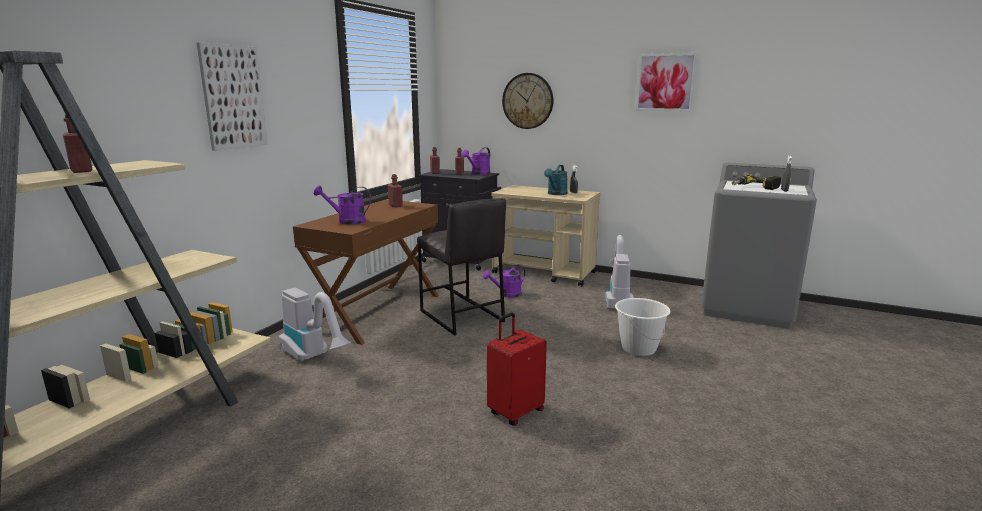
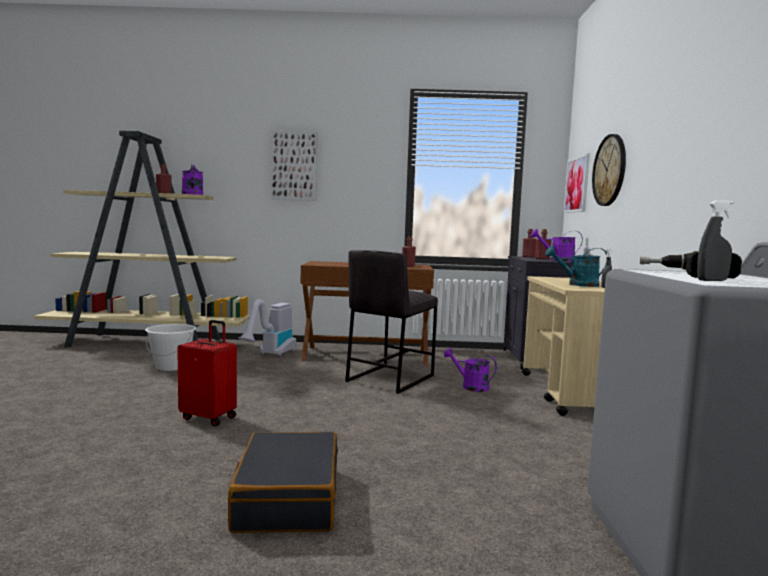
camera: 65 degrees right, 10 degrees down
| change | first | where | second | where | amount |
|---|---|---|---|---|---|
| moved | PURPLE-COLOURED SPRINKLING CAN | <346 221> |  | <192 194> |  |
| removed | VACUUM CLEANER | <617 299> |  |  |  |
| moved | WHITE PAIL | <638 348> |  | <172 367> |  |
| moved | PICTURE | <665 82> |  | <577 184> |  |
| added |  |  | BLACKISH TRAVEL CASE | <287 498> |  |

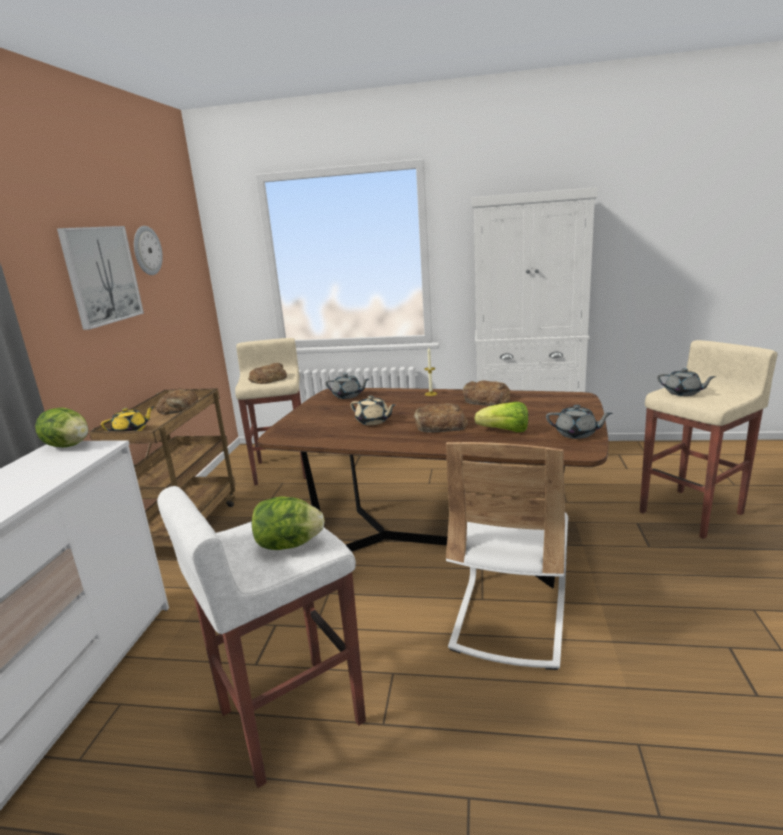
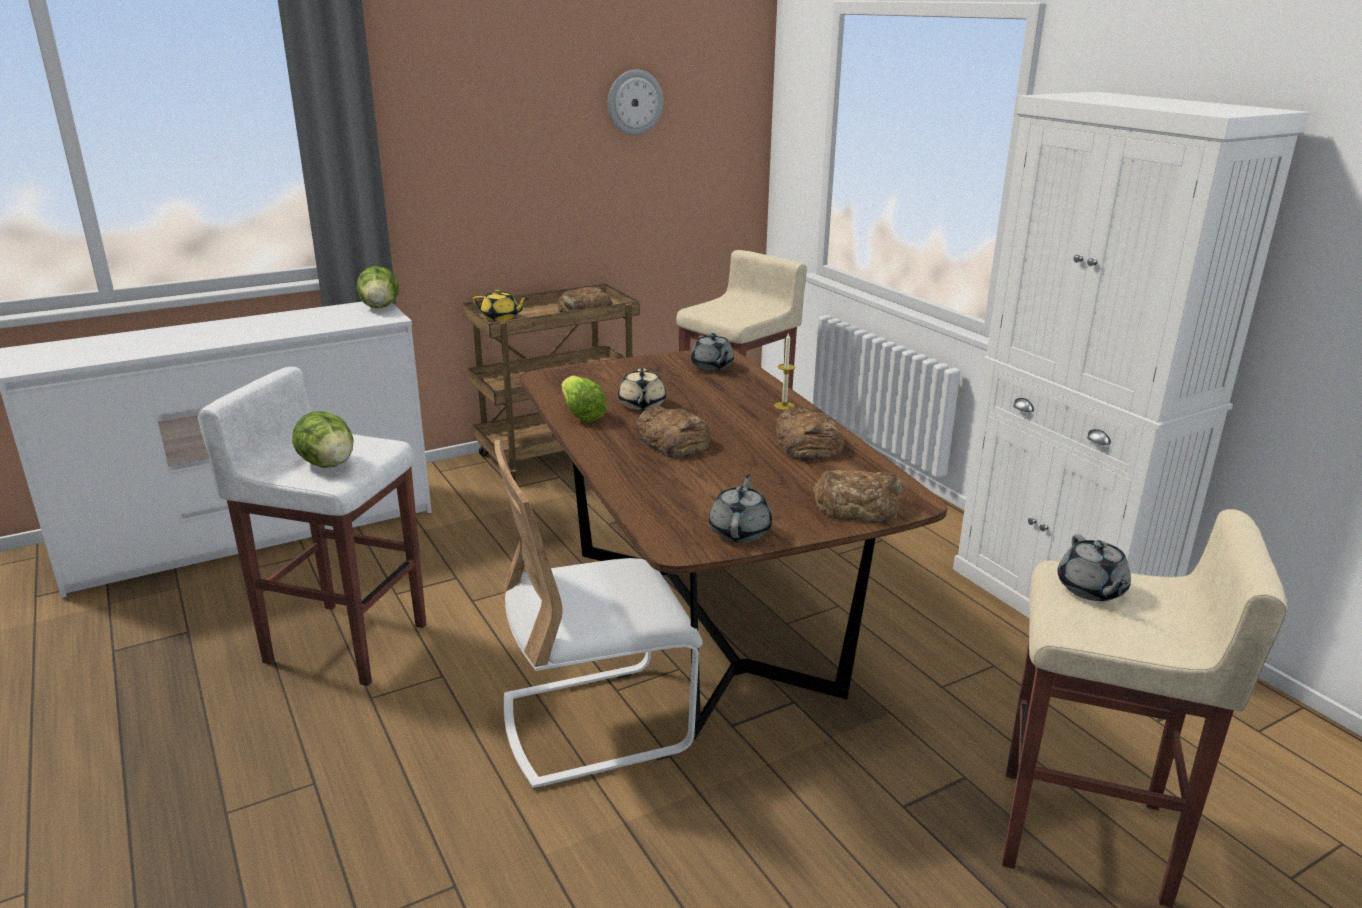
camera: 50 degrees right, 5 degrees up
| change | first | where | second | where | amount |
|---|---|---|---|---|---|
| removed | PICTURE | <101 275> |  |  |  |
| moved | BAKED BREAD | <269 379> |  | <857 505> |  |
| moved | LETTUCE HEAD | <505 431> |  | <581 414> |  |
| turned | GREYISH TEA POT | <576 434> |  | <740 531> | 150 degrees counterclockwise |

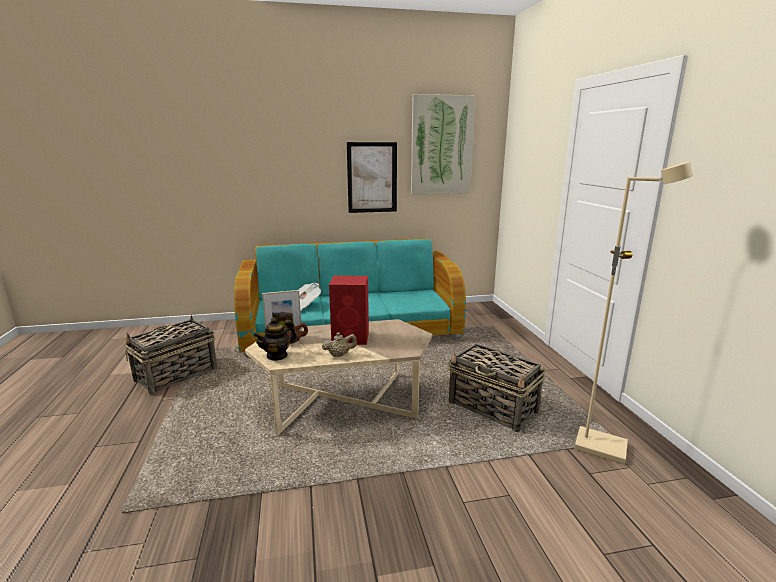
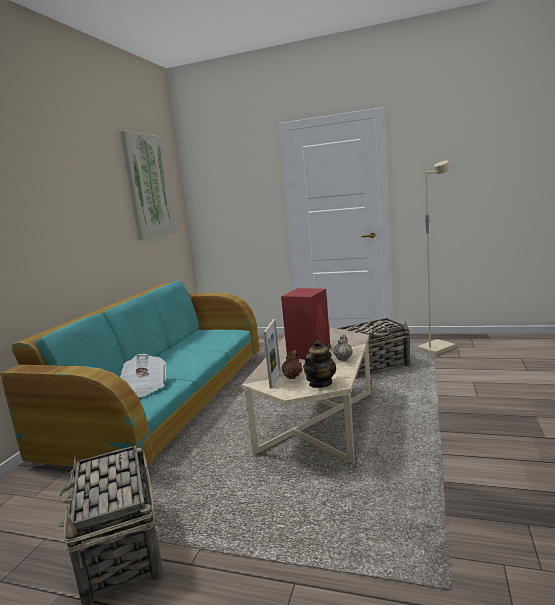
camera: 60 degrees left, 5 degrees down
| change | first | where | second | where | amount |
|---|---|---|---|---|---|
| turned | TEA POT | <277 356> |  | <320 384> | 135 degrees counterclockwise |
| removed | PICTURE | <372 177> |  |  |  |

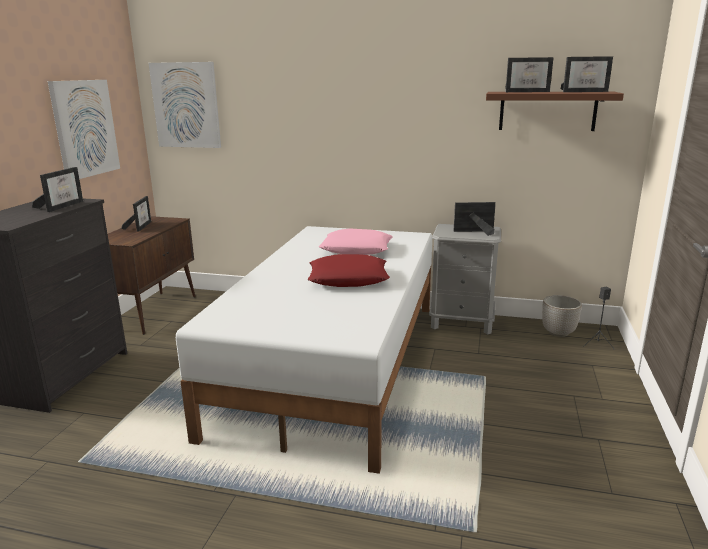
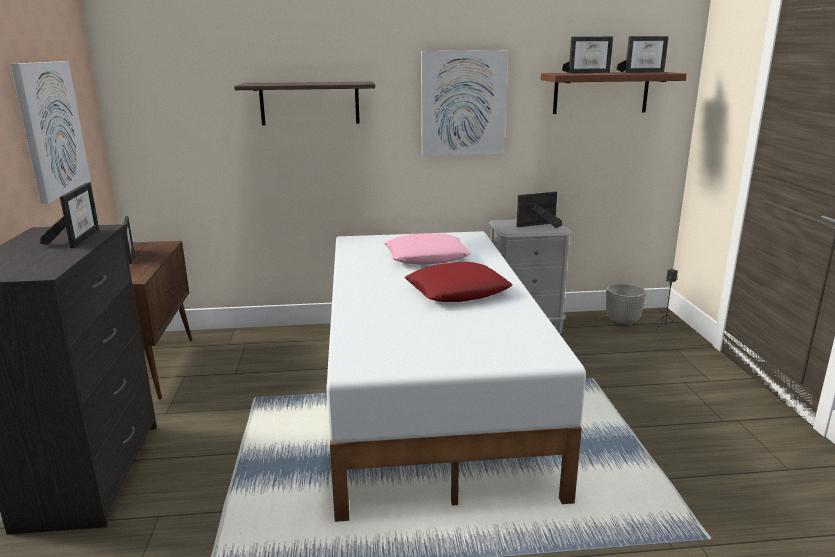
camera: 20 degrees left, 0 degrees up
| change | first | where | second | where | amount |
|---|---|---|---|---|---|
| moved | PICTURE | <186 105> |  | <463 103> |  |
| added |  |  | BRACKET SHELF | <309 103> |  |

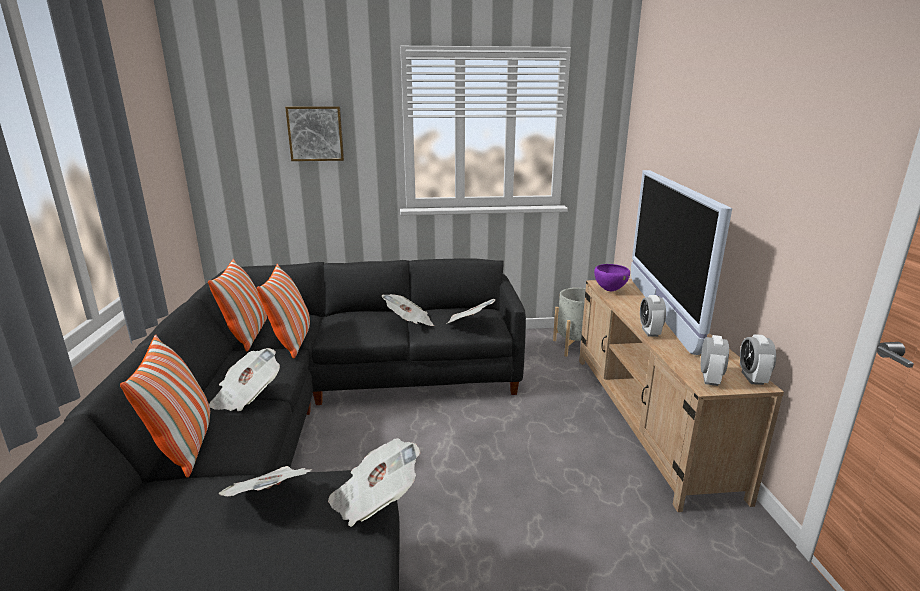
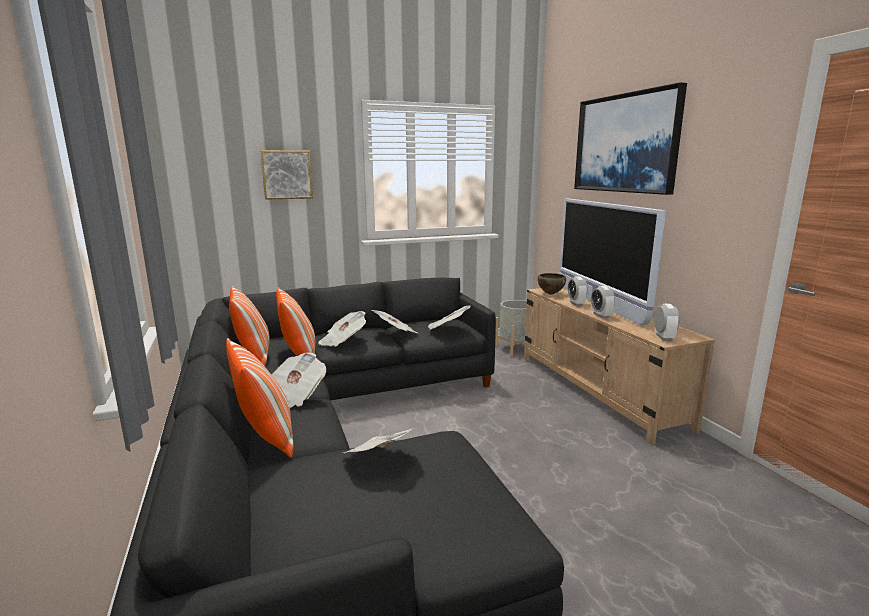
camera: 15 degrees left, 5 degrees down
| change | first | where | second | where | amount |
|---|---|---|---|---|---|
| moved | NEWSPAPER | <374 499> |  | <343 341> |  |
| recoloured | PURPLE-COLOURED DEEP DISH | <609 290> | BROWN DEEP DISH | <550 294> |  |
| moved | TABLE CLOCK | <752 378> |  | <576 304> |  |
| added |  |  | PICTURE | <625 143> |  |

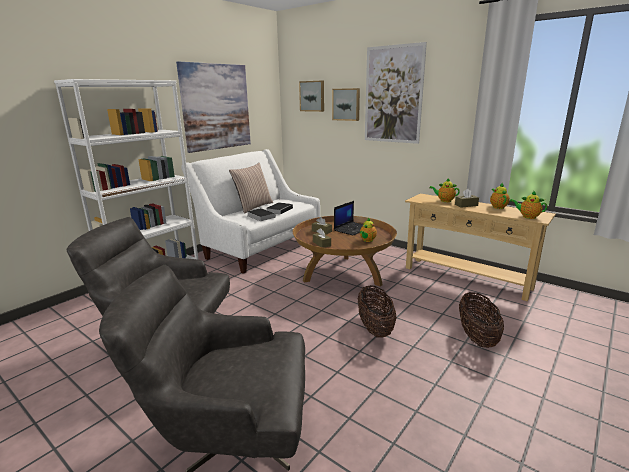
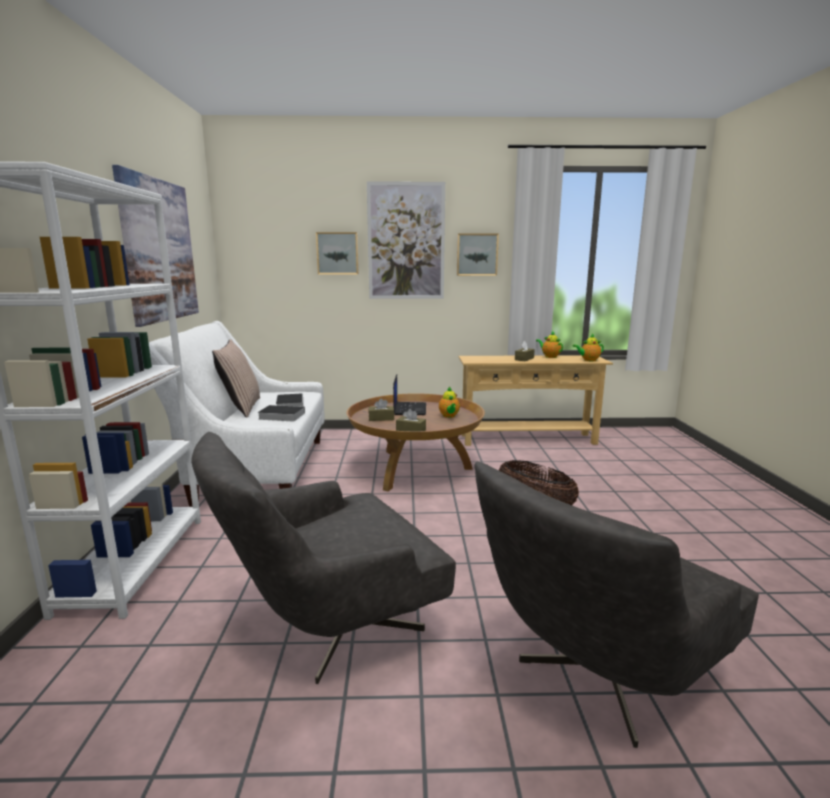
camera: 40 degrees left, 5 degrees down
| change | first | where | second | where | amount |
|---|---|---|---|---|---|
| moved | PICTURE | <312 96> |  | <477 254> |  |
| removed | TEA POT | <444 201> |  |  |  |
| removed | HOUSEHOLD BASKET | <477 337> |  |  |  |

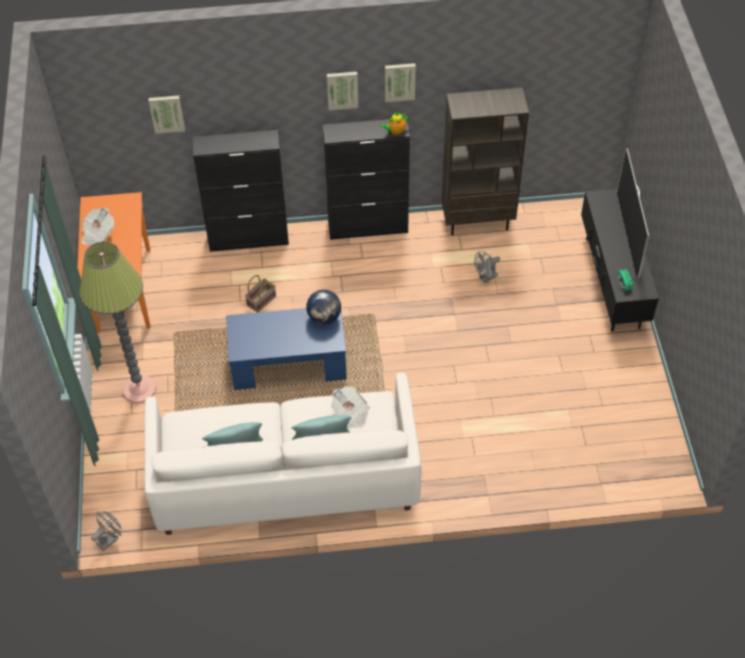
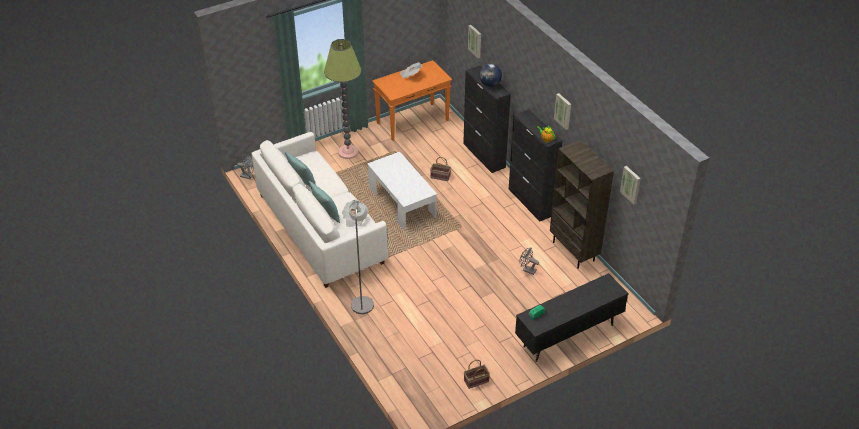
camera: 65 degrees right, 10 degrees down
| change | first | where | second | where | amount |
|---|---|---|---|---|---|
| recoloured | BLUE COFFEE TABLE | <288 362> | WHITE COFFEE TABLE | <402 203> |  |
| moved | GLOBE | <324 317> |  | <490 84> |  |
| moved | PICTURE | <342 89> |  | <631 184> |  |
| removed | TV SET | <627 235> |  |  |  |
| added |  |  | GREYISH STANDING LAMP | <362 302> |  |
| added |  |  | HOUSEHOLD BASKET | <476 381> |  |

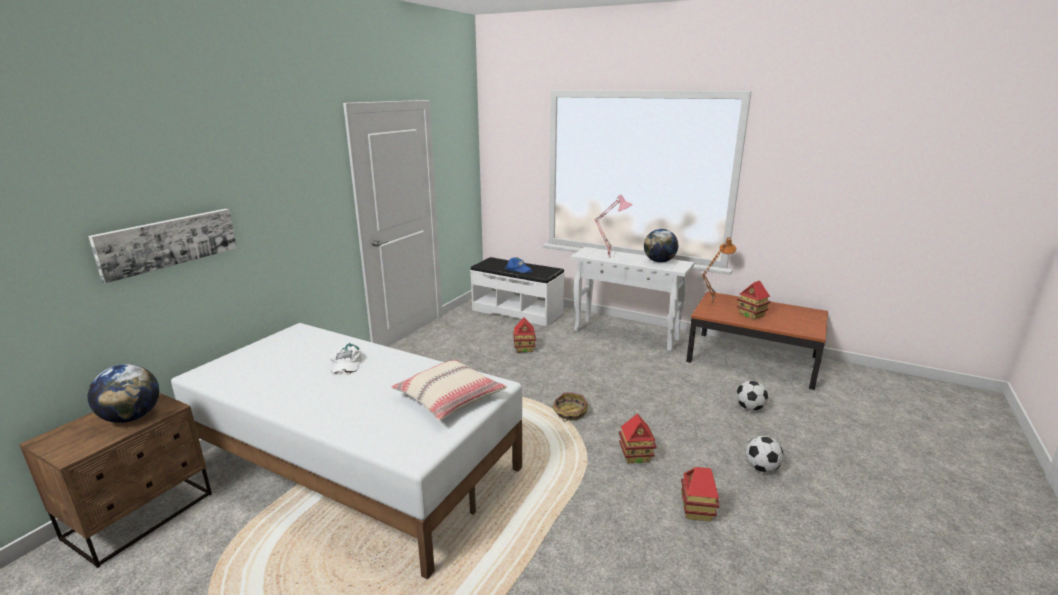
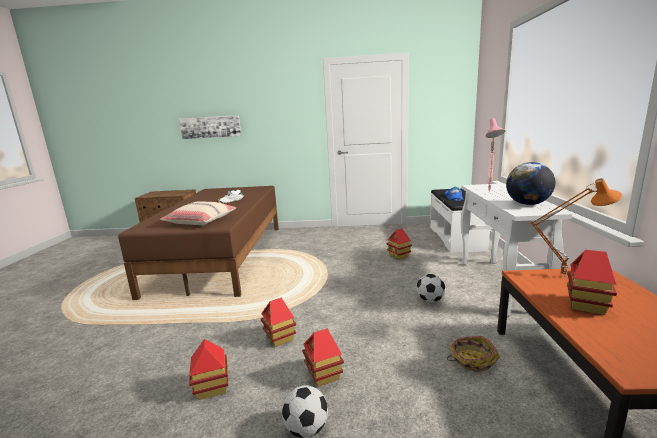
camera: 65 degrees right, 5 degrees down
| change | first | where | second | where | amount |
|---|---|---|---|---|---|
| removed | GLOBE | <132 417> |  |  |  |
| recoloured | WHITE BEDROOM BED | <356 464> | BROWN BEDROOM BED | <223 256> |  |
| moved | HOUSEHOLD BASKET | <569 413> |  | <471 360> |  |
| moved | BALL FOR FOOTBALL | <749 408> |  | <430 300> |  |
| added |  |  | MINIATURE HOUSE | <323 375> |  |

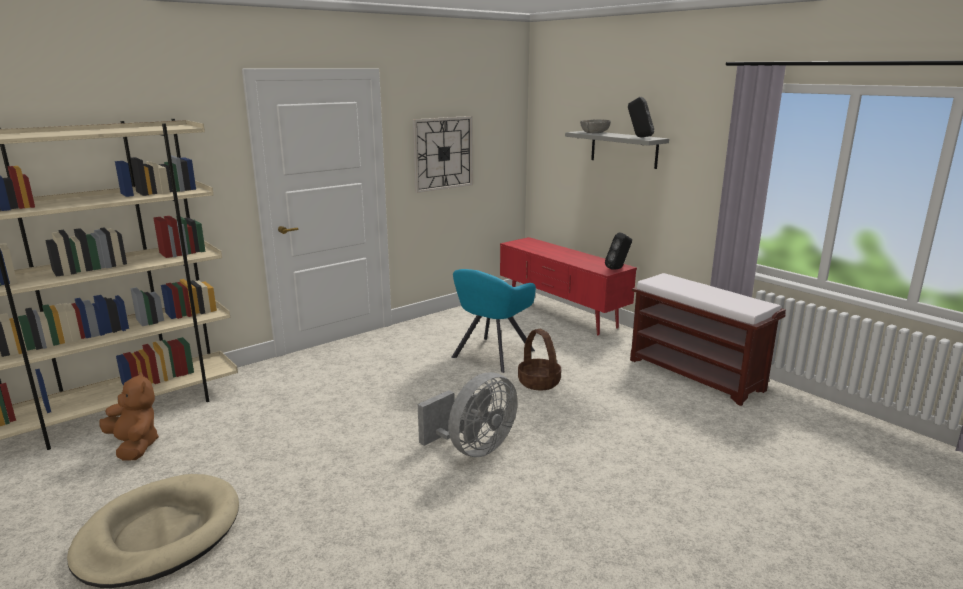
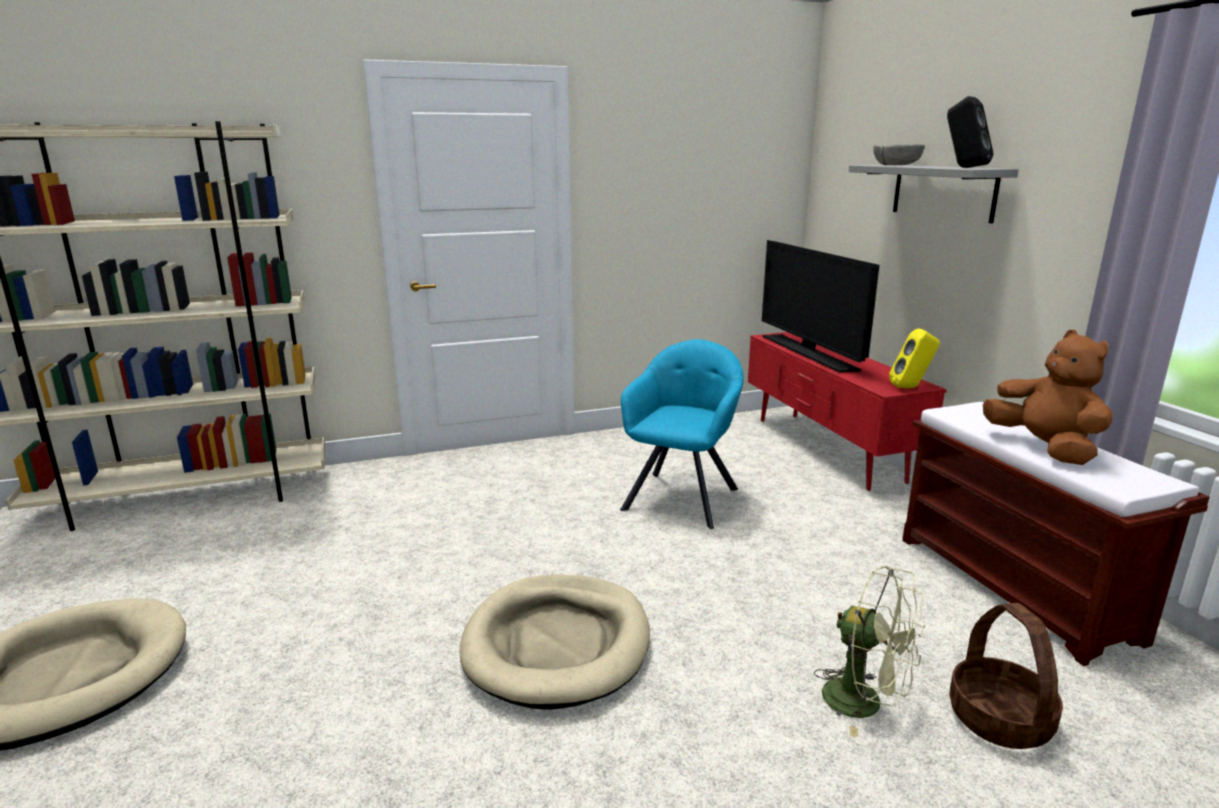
camera: 20 degrees right, 0 degrees up
| change | first | where | second | where | amount |
|---|---|---|---|---|---|
| moved | BROWN CUDDLY TOY | <135 446> |  | <1043 448> |  |
| removed | WALL CLOCK | <443 153> |  |  |  |
| replaced | GREYISH COOLING FAN | <473 448> | SAND-COLOURED PET BED | <557 644> |  |
| turned | BLUE-GREEN ARMCHAIR | <491 355> |  | <682 496> | 150 degrees clockwise |
| moved | HOUSEHOLD BASKET | <538 382> |  | <998 719> |  |
| recoloured | BLACKISH SPEAKER | <618 268> | YELLOWISH SPEAKER | <911 388> |  |
| added |  |  | TV SET | <809 353> |  |
| added |  |  | GREEN COOLING FAN | <865 703> |  |

